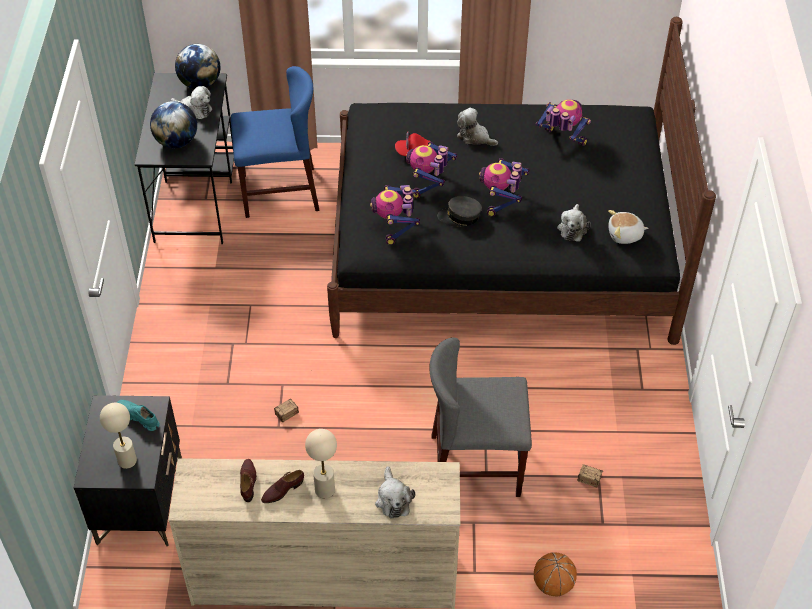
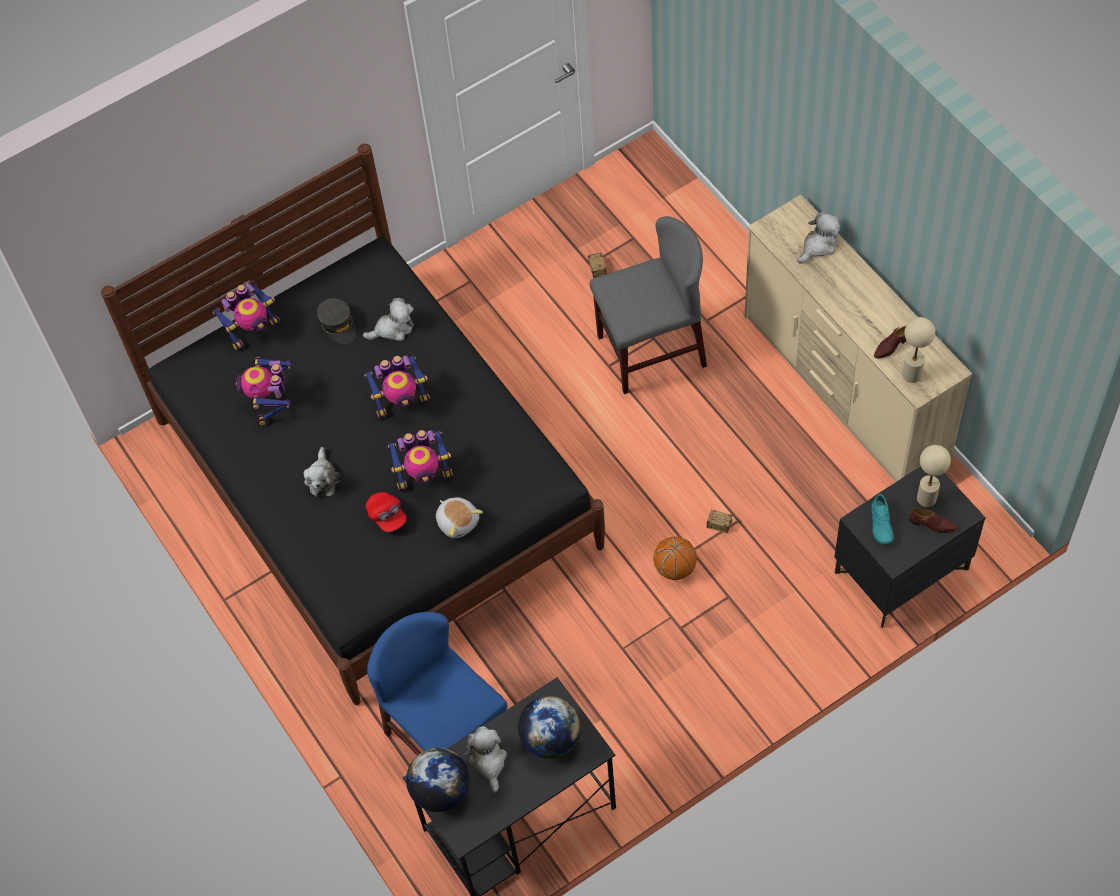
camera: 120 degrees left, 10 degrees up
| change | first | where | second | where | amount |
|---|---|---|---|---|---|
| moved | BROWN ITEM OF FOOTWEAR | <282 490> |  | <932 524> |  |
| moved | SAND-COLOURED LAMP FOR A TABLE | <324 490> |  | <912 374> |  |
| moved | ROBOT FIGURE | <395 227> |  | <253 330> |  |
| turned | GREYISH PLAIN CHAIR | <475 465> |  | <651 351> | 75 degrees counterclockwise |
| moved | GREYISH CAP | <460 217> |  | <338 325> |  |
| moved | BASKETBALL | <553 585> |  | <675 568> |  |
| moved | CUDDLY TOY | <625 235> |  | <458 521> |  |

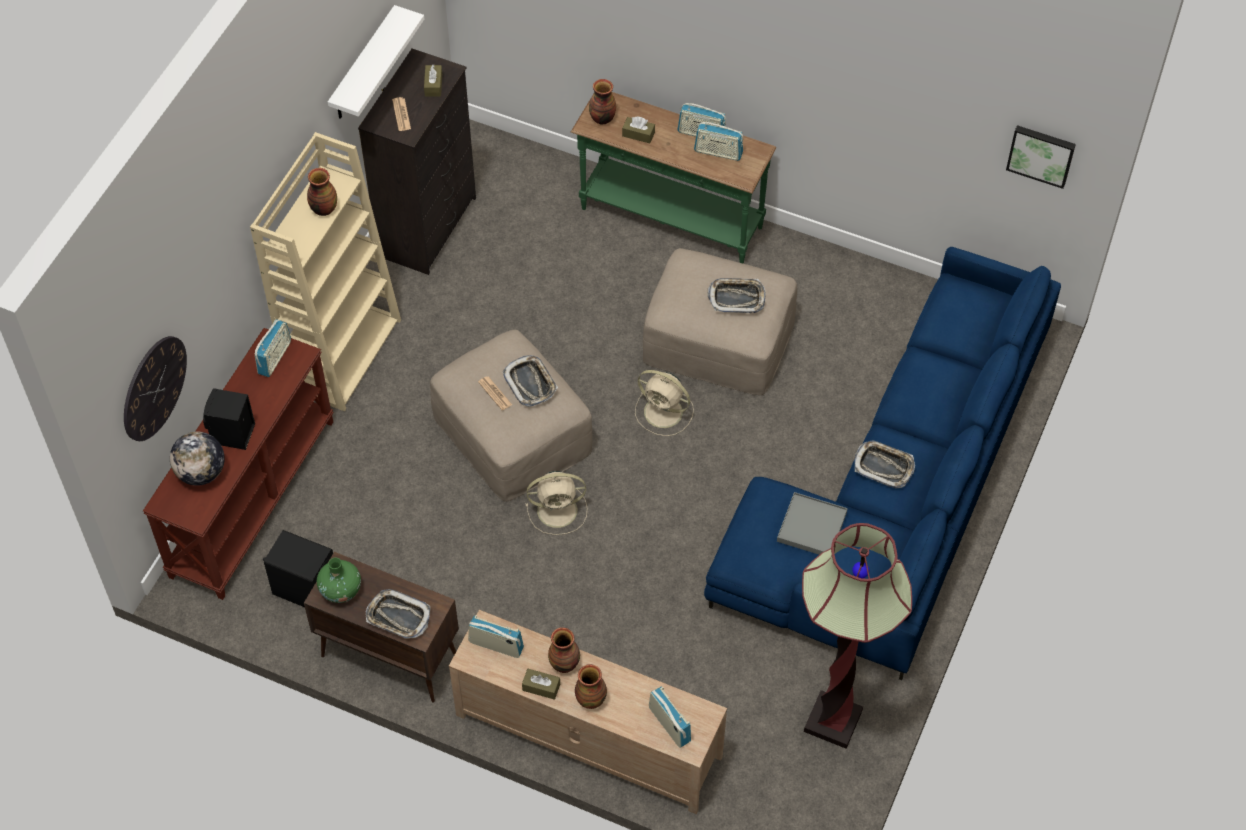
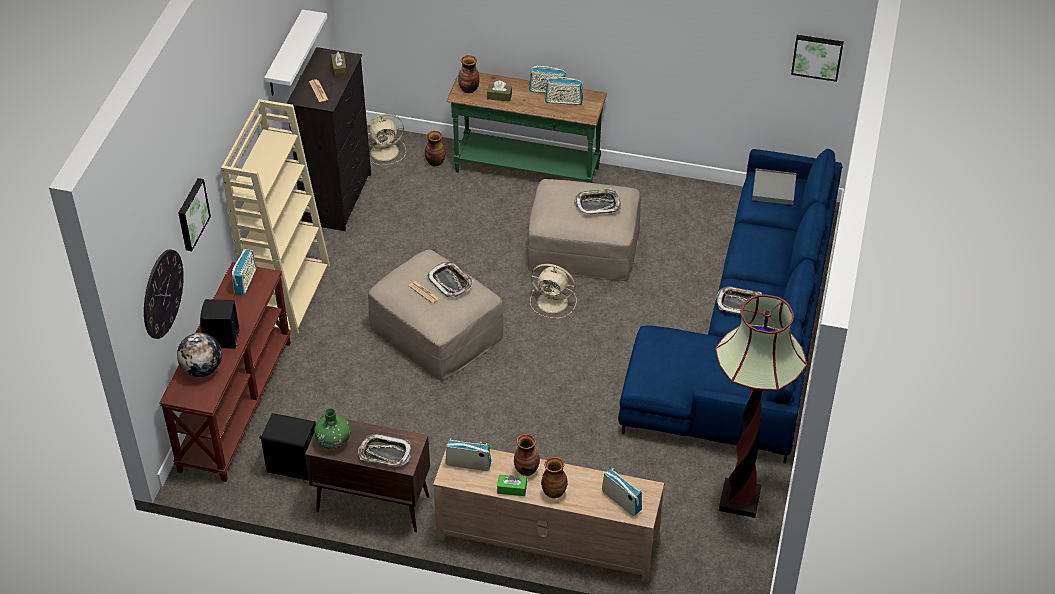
camera: 10 degrees left, 10 degrees down
| change | first | where | second | where | amount |
|---|---|---|---|---|---|
| moved | FLOWER VASE | <323 209> |  | <435 162> |  |
| recoloured | BROWN BOX OF TISSUES | <541 687> | GREEN BOX OF TISSUES | <512 489> |  |
| moved | SAND-COLOURED COOLING FAN | <559 510> |  | <386 151> |  |
| moved | GREYISH SERVING TRAY | <811 526> |  | <773 188> |  |
| added |  |  | PICTURE | <191 214> |  |

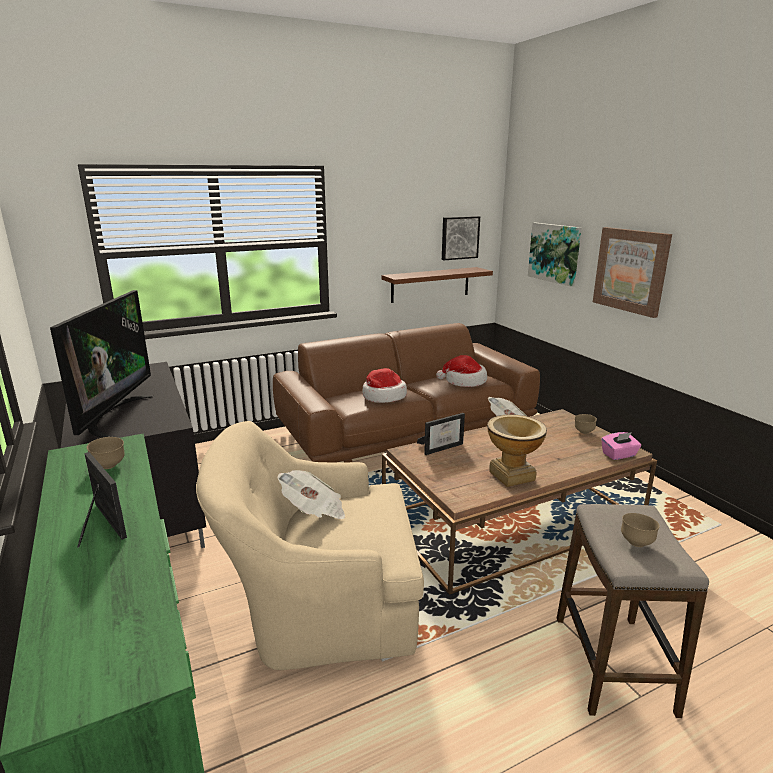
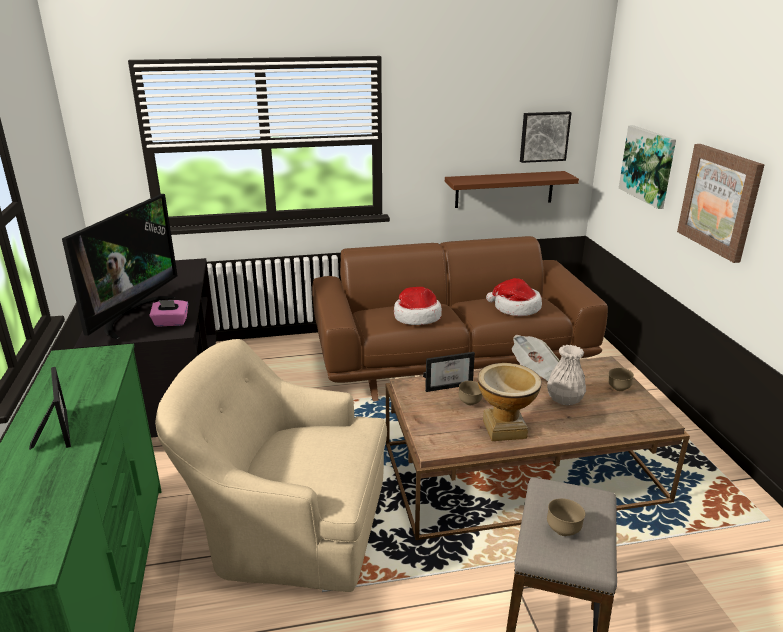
camera: 15 degrees right, 5 degrees up
| change | first | where | second | where | amount |
|---|---|---|---|---|---|
| moved | BROWN DEEP DISH | <109 466> |  | <470 403> |  |
| removed | NEWSPAPER | <314 510> |  |  |  |
| moved | PINK BOX OF TISSUES | <619 455> |  | <171 323> |  |
| added |  |  | WHITE FLOWER VASE | <565 399> |  |

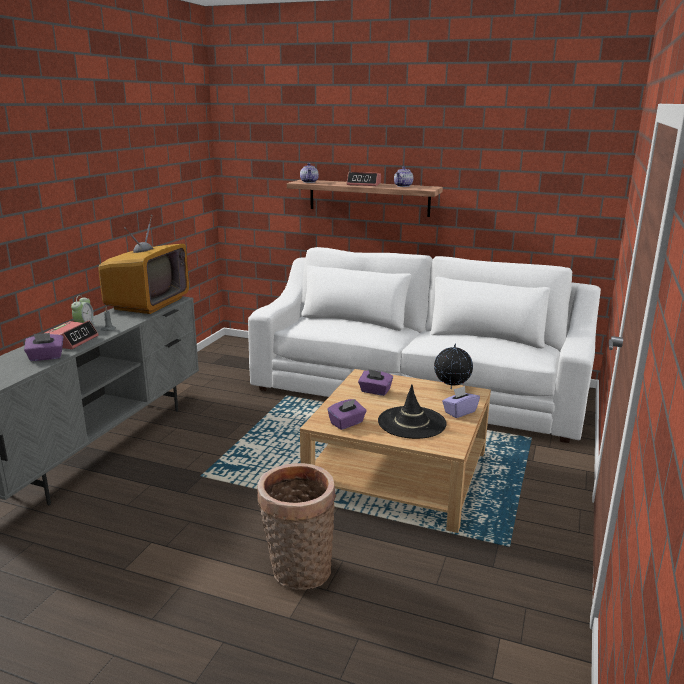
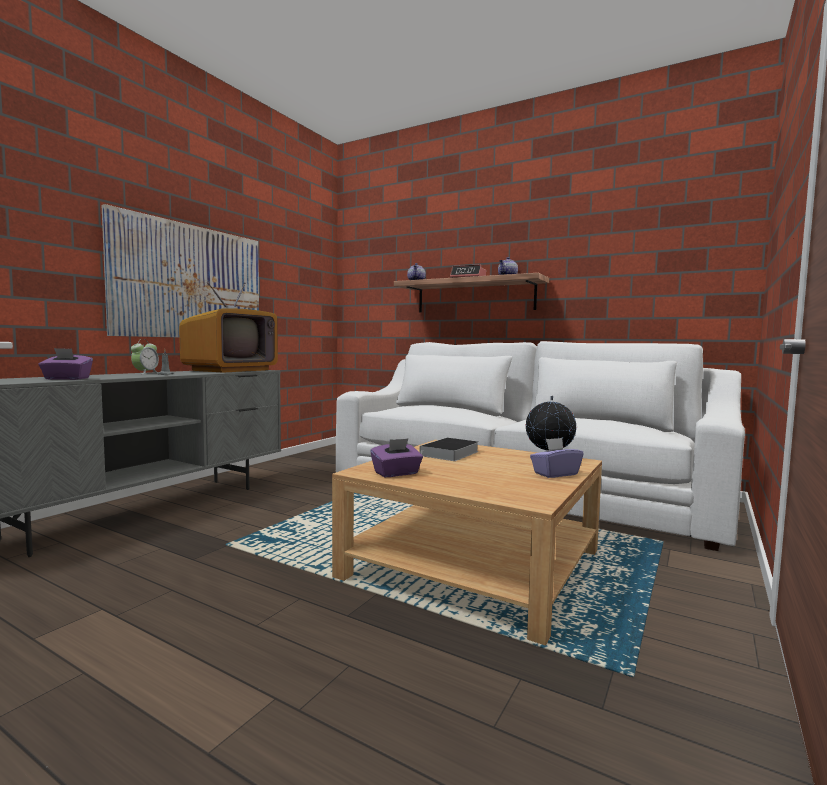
camera: 10 degrees right, 15 degrees down
| change | first | where | second | where | amount |
|---|---|---|---|---|---|
| removed | TABLE CLOCK | <72 341> |  |  |  |
| removed | HOUSEHOLD BASKET | <298 572> |  |  |  |
| replaced | PURPLE-COLOURED BOX OF TISSUES | <375 391> | BOUND BOOK | <449 454> |  |
| removed | BLACKISH WEARABLE HAT | <411 423> |  |  |  |
| added |  |  | PICTURE | <190 282> |  |

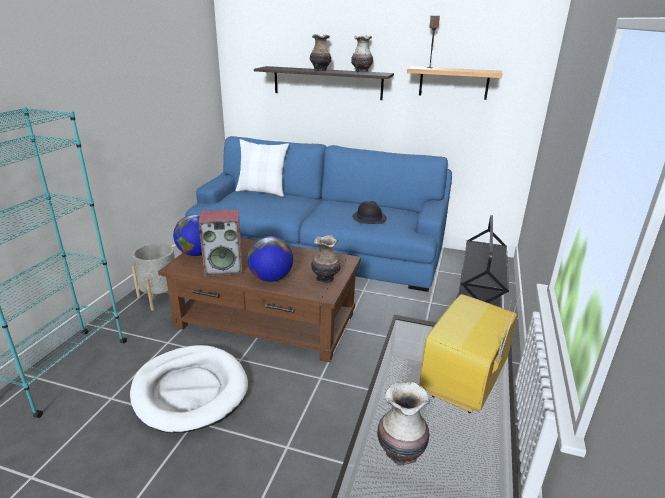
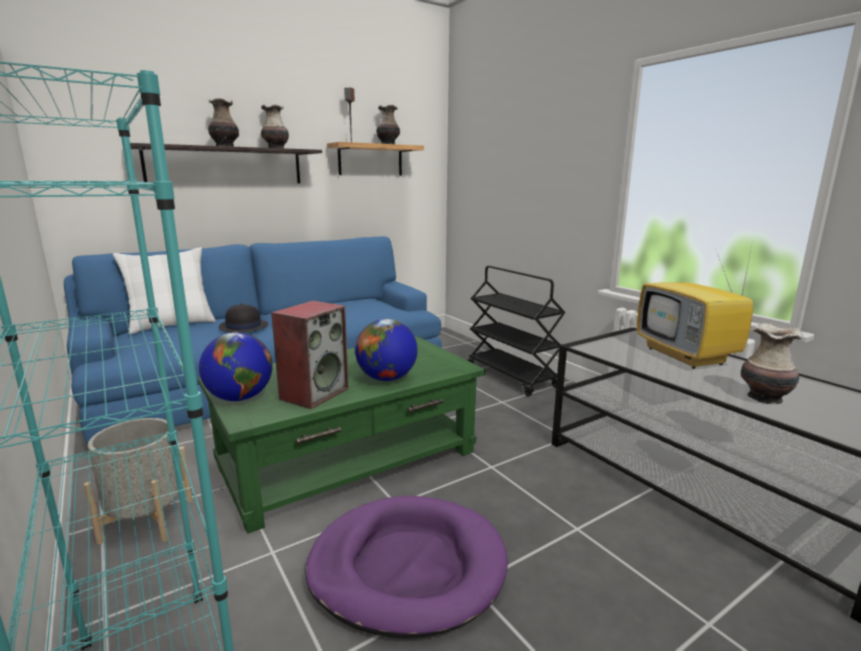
camera: 50 degrees left, 10 degrees down
| change | first | where | second | where | amount |
|---|---|---|---|---|---|
| recoloured | WHITE PET BED | <190 390> | PURPLE-COLOURED PET BED | <407 567> |  |
| recoloured | BROWN COFFEE TABLE | <266 320> | GREEN COFFEE TABLE | <350 459> |  |
| moved | FLOWER VASE | <325 278> |  | <388 144> |  |
| moved | BLACKISH WEARABLE HAT | <369 218> |  | <243 327> |  |

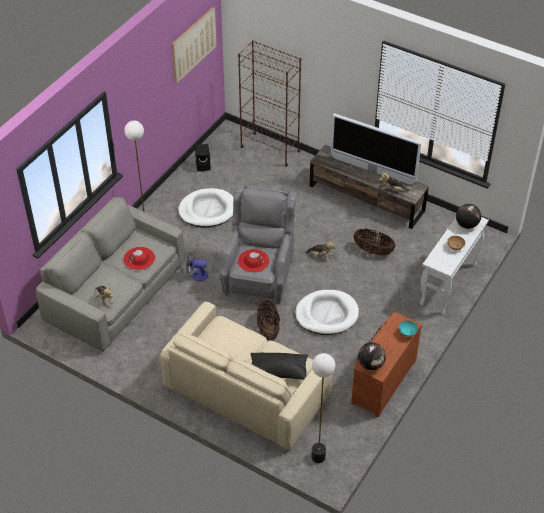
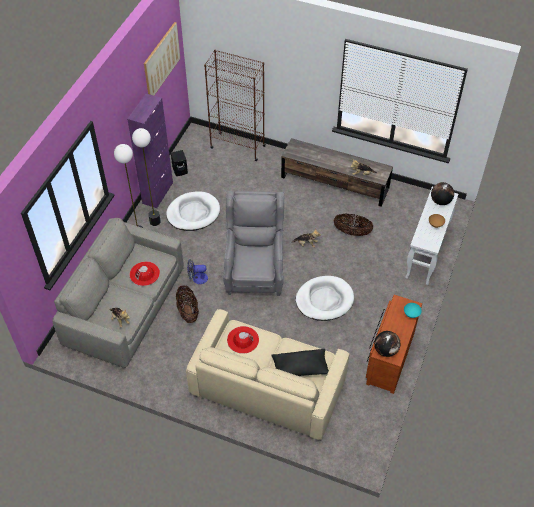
camera: 10 degrees left, 5 degrees up
| change | first | where | second | where | amount |
|---|---|---|---|---|---|
| moved | RED-COLOURED WEARABLE HAT | <253 261> |  | <243 340> |  |
| moved | HOUSEHOLD BASKET | <268 329> |  | <188 311> |  |
| moved | STANDING LAMP | <318 457> |  | <154 221> |  |
| removed | TV SET | <372 171> |  |  |  |
| added |  |  | PURPLE-COLOURED CABINET | <158 193> |  |

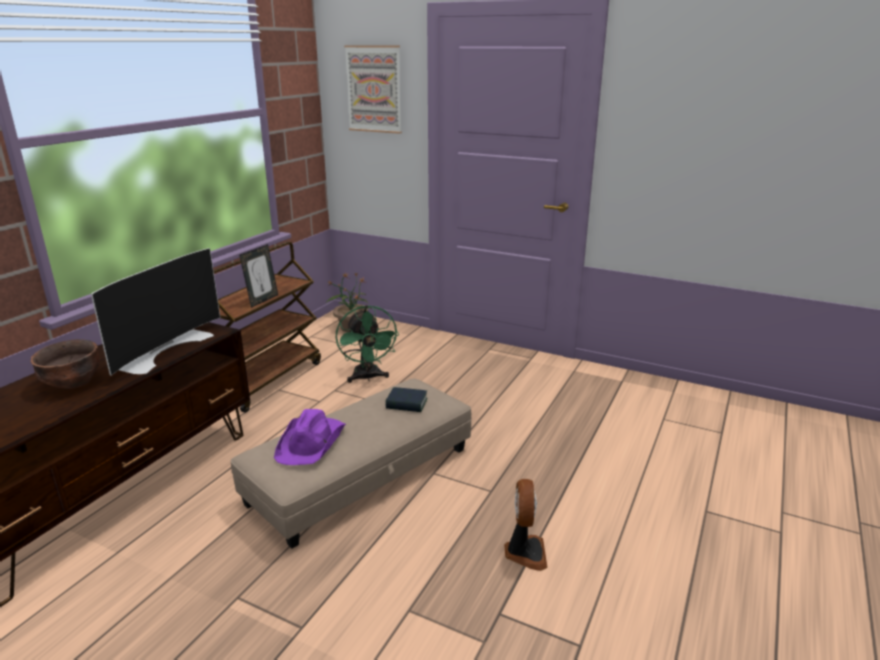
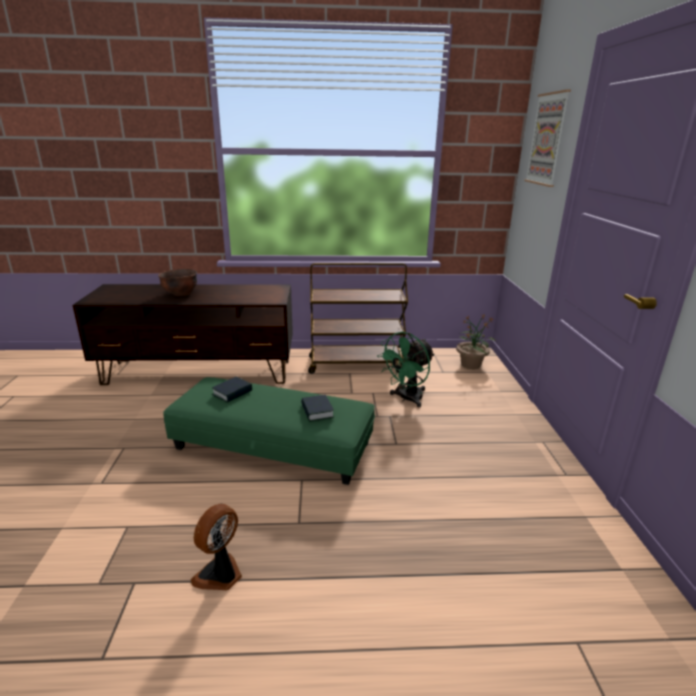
camera: 60 degrees right, 0 degrees up
| change | first | where | second | where | amount |
|---|---|---|---|---|---|
| removed | TV SET | <164 349> |  |  |  |
| recoloured | SAND-COLOURED FOOTREST | <361 476> | GREEN FOOTREST | <273 446> |  |
| removed | STANDING FRAME | <262 300> |  |  |  |
| replaced | PURPLE-COLOURED WEARABLE HAT | <312 442> | BOUND BOOK | <232 393> |  |
| turned | COOLING FAN | <524 552> |  | <220 575> | 150 degrees clockwise |

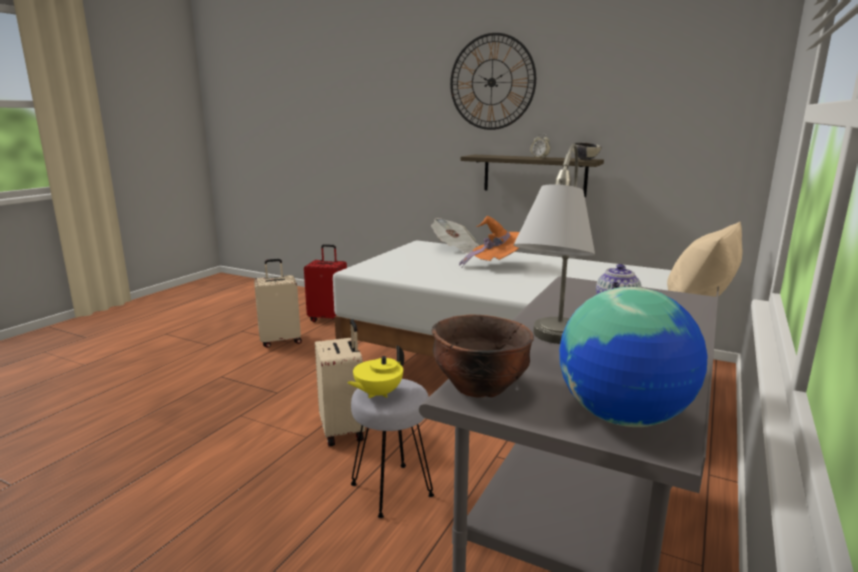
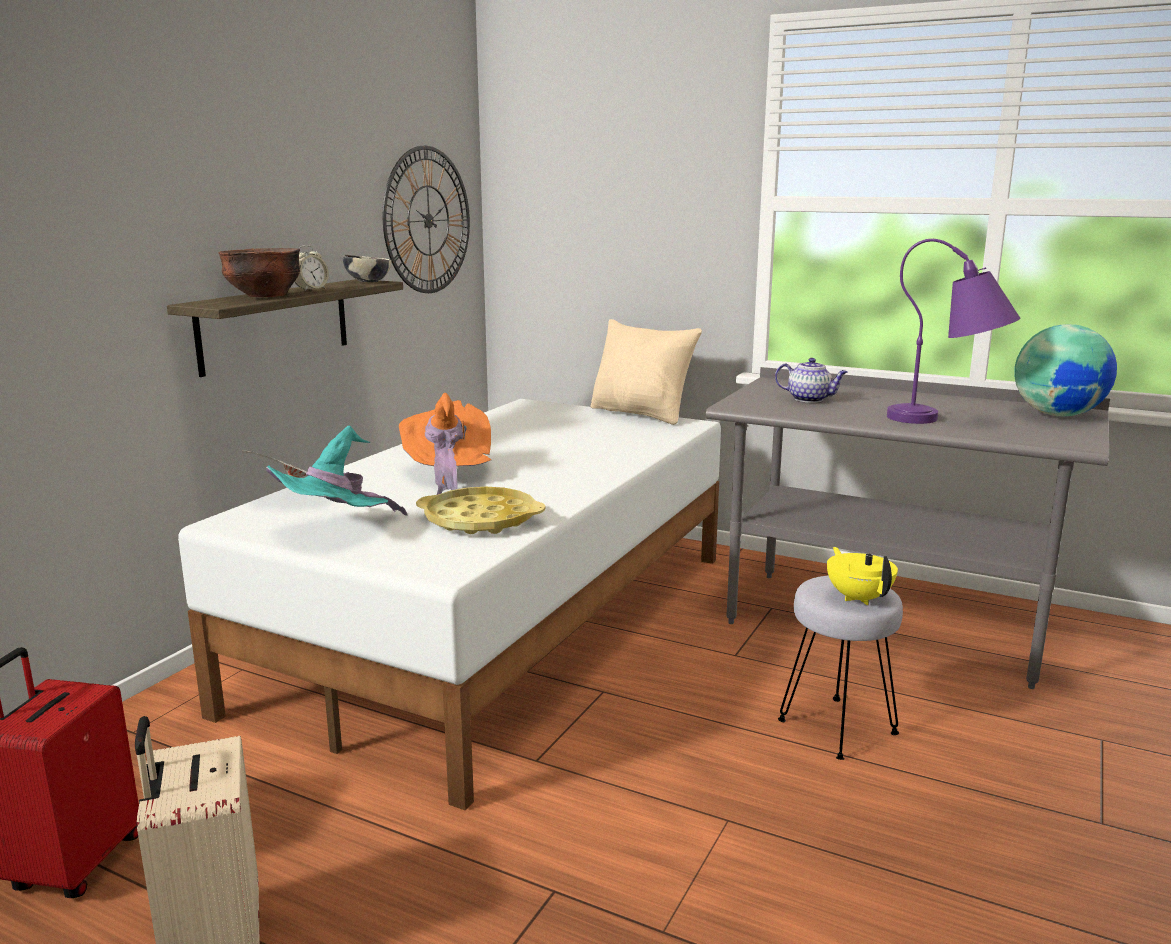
camera: 90 degrees left, 0 degrees up
| change | first | where | second | where | amount |
|---|---|---|---|---|---|
| removed | SAND-COLOURED TRAVEL CASE | <343 430> |  |  |  |
| turned | YELLOWISH TEA POT | <377 393> |  | <858 598> | 150 degrees counterclockwise |
| moved | BROWN DEEP DISH | <479 386> |  | <264 296> |  |
| moved | WALL CLOCK | <492 82> |  | <428 220> |  |
| recoloured | GREYISH LAMP FOR A TABLE | <550 347> | PURPLE-COLOURED LAMP FOR A TABLE | <947 421> |  |
| added |  |  | BLUE-GREEN WEARABLE HAT | <336 532> |  |
| added |  |  | YELLOWISH SERVING TRAY | <480 520> |  |

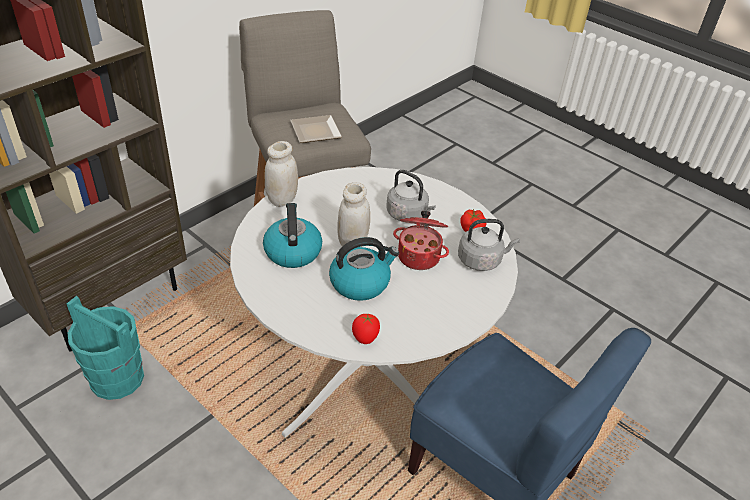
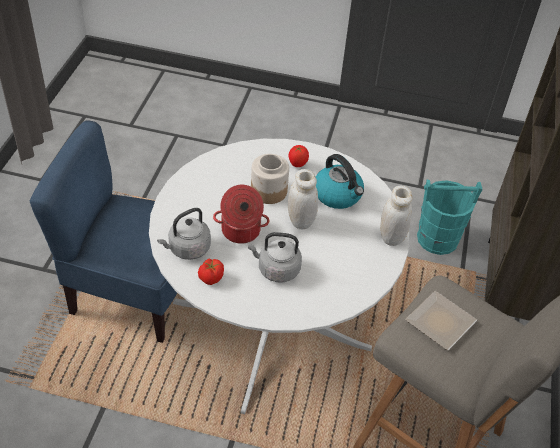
camera: 150 degrees right, 5 degrees up
| change | first | where | second | where | amount |
|---|---|---|---|---|---|
| replaced | KETTLE | <360 282> | STORAGE JAR | <269 191> |  |
| moved | WHOLE TOMATO | <365 339> |  | <297 164> |  |

